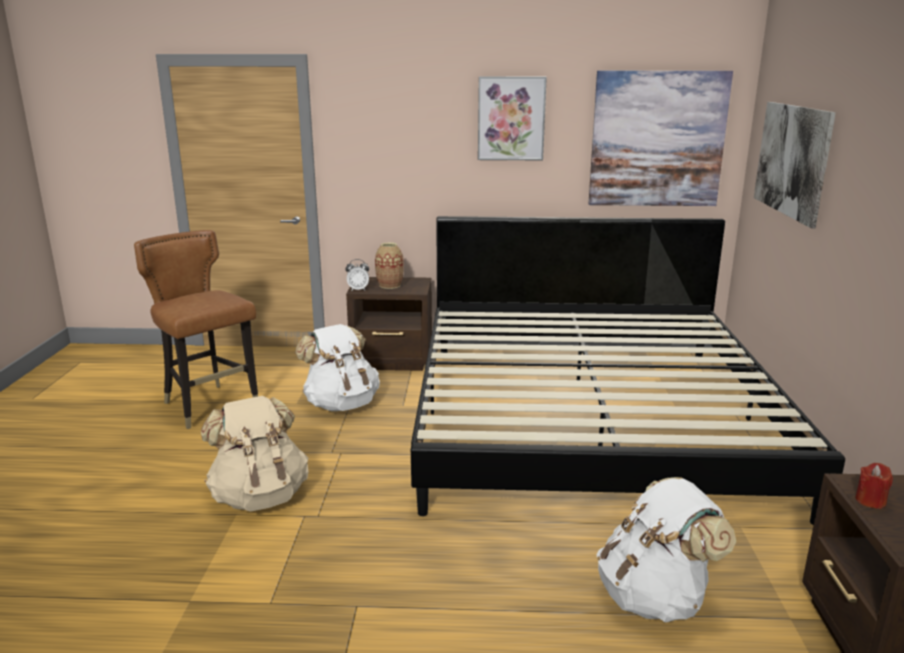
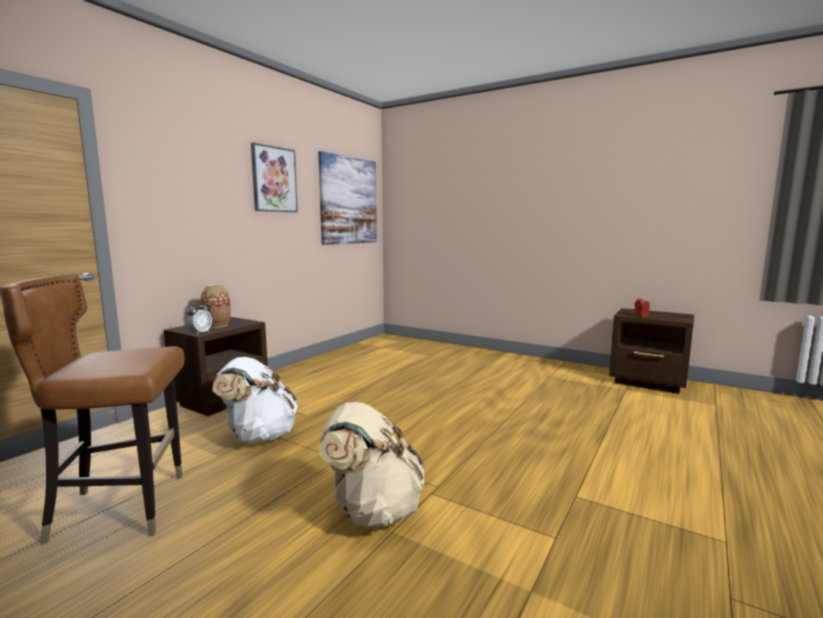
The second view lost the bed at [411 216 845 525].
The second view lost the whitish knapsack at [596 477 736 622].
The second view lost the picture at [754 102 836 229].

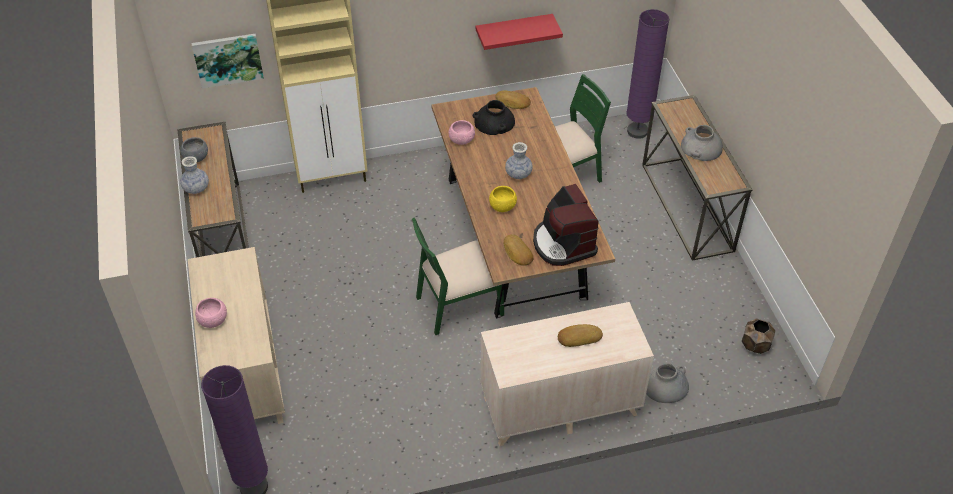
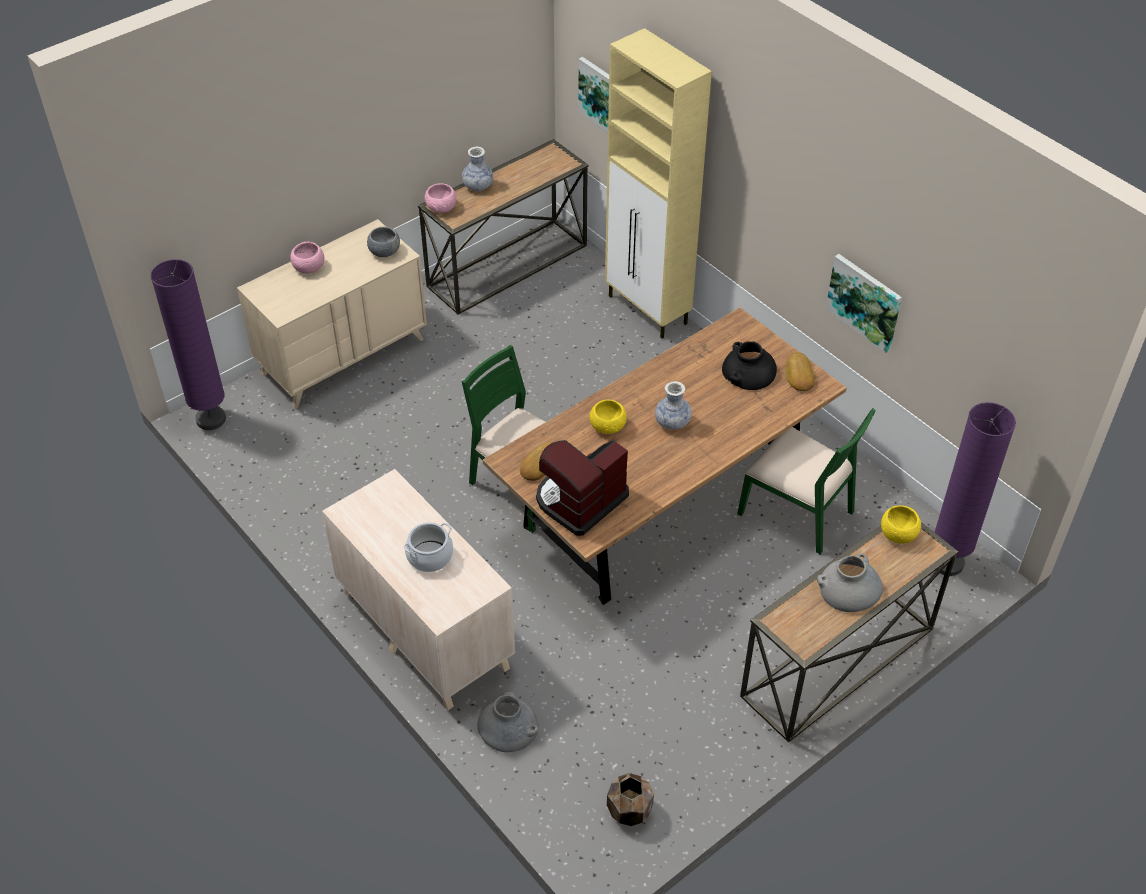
The second view gained the yellow serving bowl at [881 505 921 544].
The gray serving bowl ended up elsewhere, having gone from [180 137 208 162] to [367 227 400 257].
The pink serving bowl ended up elsewhere, having gone from [448 120 475 145] to [425 183 456 213].
Where the red wall shelf hung at [475 14 563 50], the picture came to hang at [825 254 902 353].
Where the bakery bread stood at [558 324 603 347], the saucepot came to stand at [404 522 453 572].

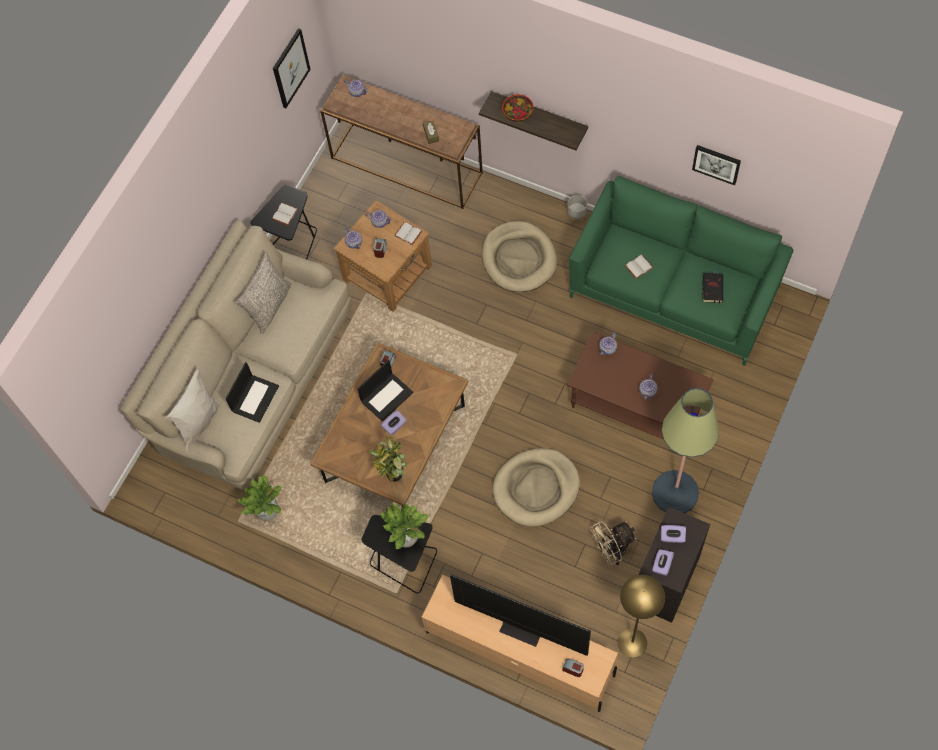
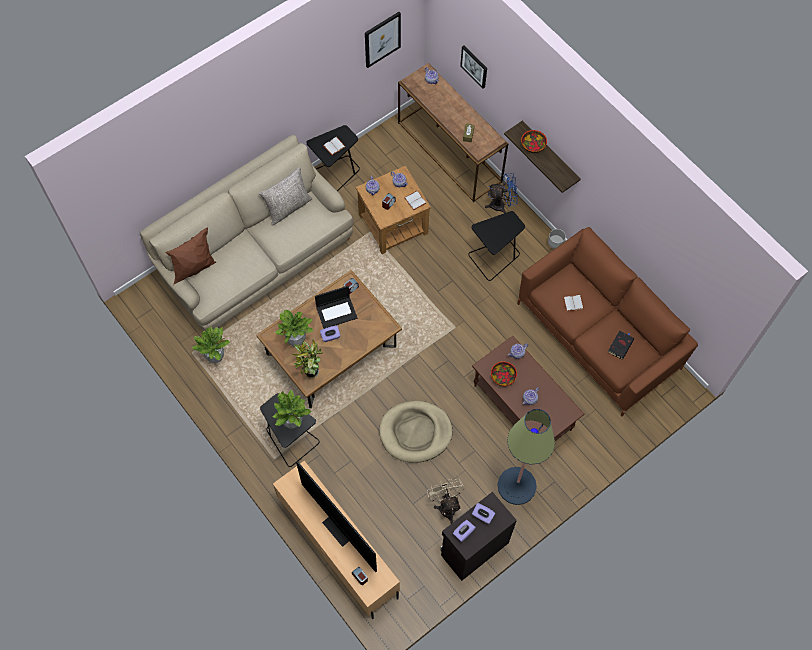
The second view lost the portable computer at [226 362 279 423].
The second view lost the yellow standard lamp at [617 575 665 658].
The second view gained the houseplant at [275 310 313 347].
The second view gained the bluish cooling fan at [485 173 519 213].
The second view gained the serving bowl at [491 361 517 386].
The picture ended up elsewhere, having gone from [692 145 741 185] to [460 45 487 88].
Where the beige-coloured dog bed stood at [482 221 557 292], the blackish side table came to stand at [468 211 525 281].
What was the whitish pillow at [165 368 221 453] turned into the brown-coloured pillow at [165 227 216 285].
What was the green-coloured sofa at [569 176 794 366] turned into the brown-coloured sofa at [517 227 698 416].
The beige-coloured cooling fan at [590 521 636 565] ended up facing another way, 75 degrees clockwise from before.

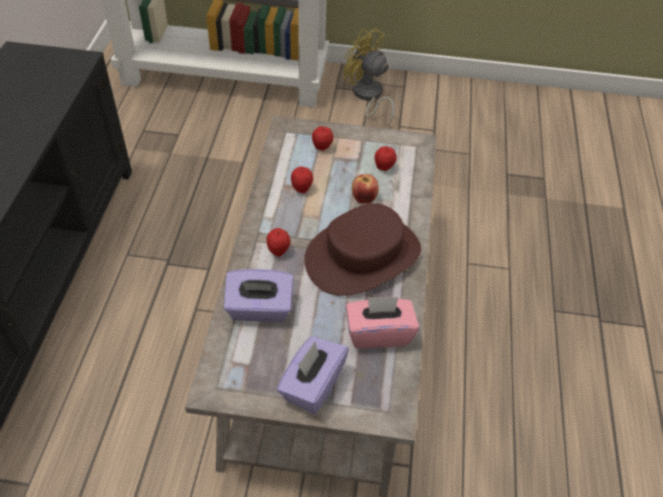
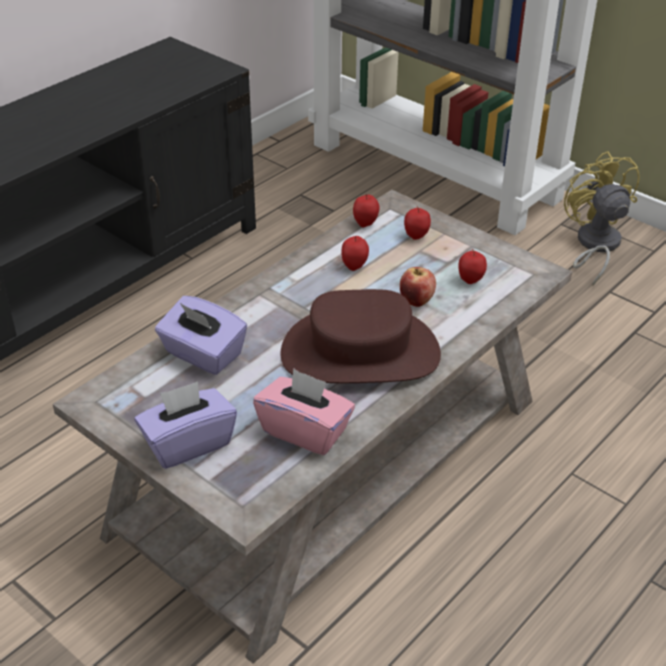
The apple ended up elsewhere, having gone from [267 228 290 257] to [353 194 380 227].

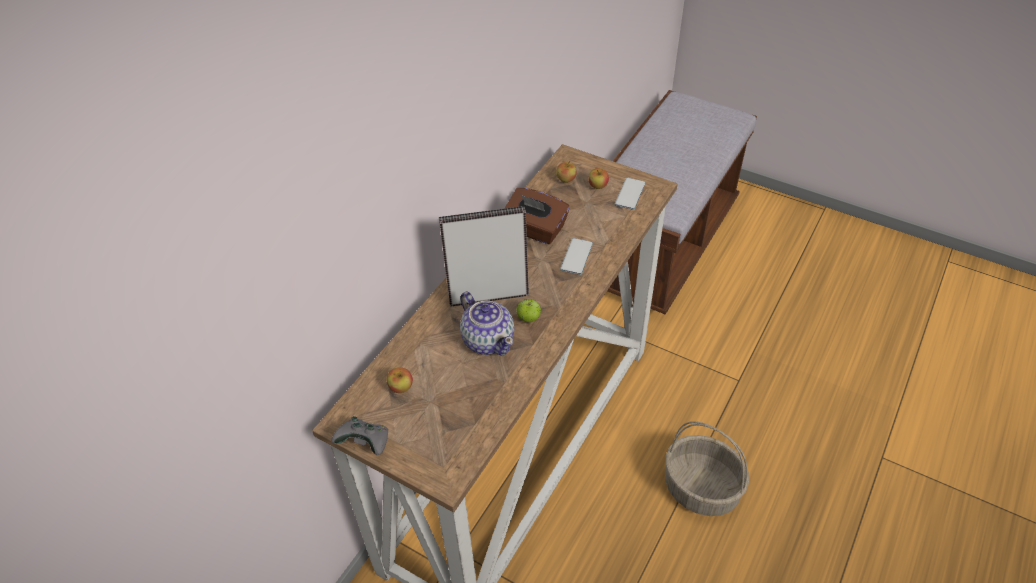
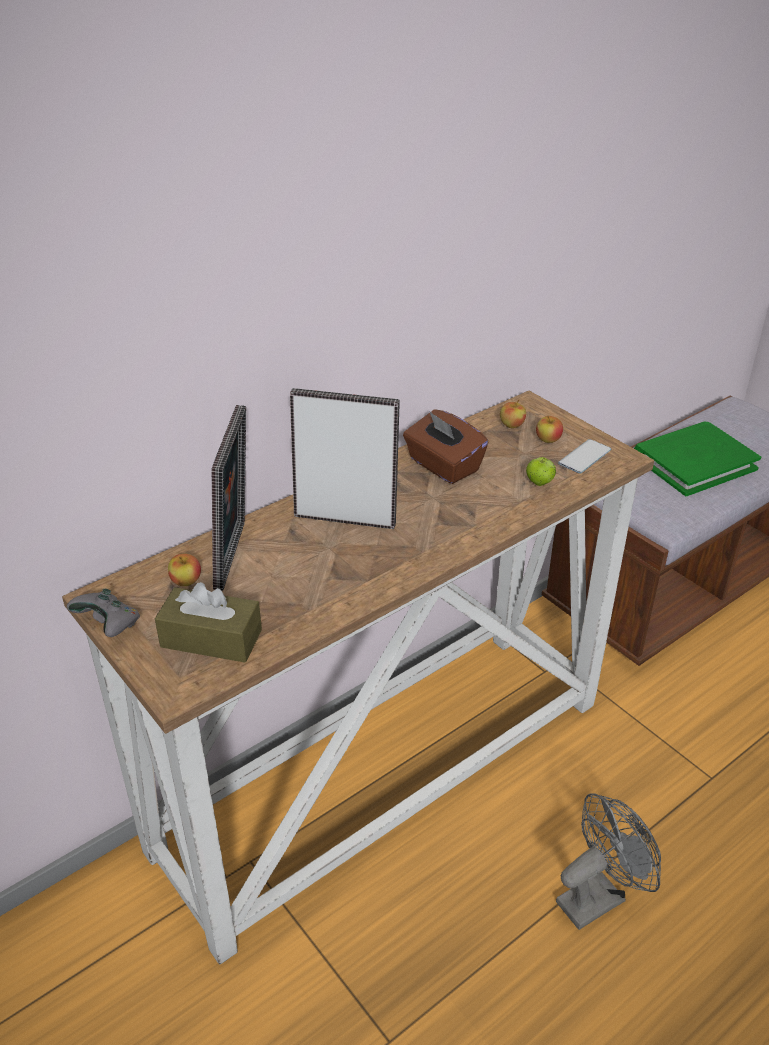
The second view lost the teapot at [460 292 514 356].
The second view lost the phone at [560 238 593 275].
The second view gained the brown-coloured box of tissues at [155 582 262 663].
The second view gained the photo frame at [211 405 246 591].
The second view gained the green-coloured book at [634 421 761 496].
The apple ended up elsewhere, having gone from [516 299 541 322] to [526 457 556 486].
Where the basket stood at [665 421 749 516], the gray cooling fan came to stand at [556 793 661 930].

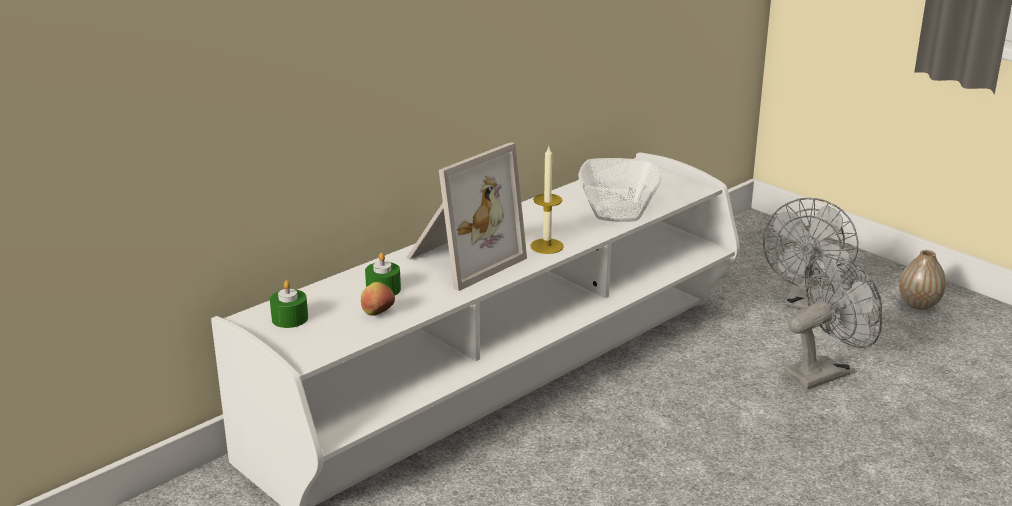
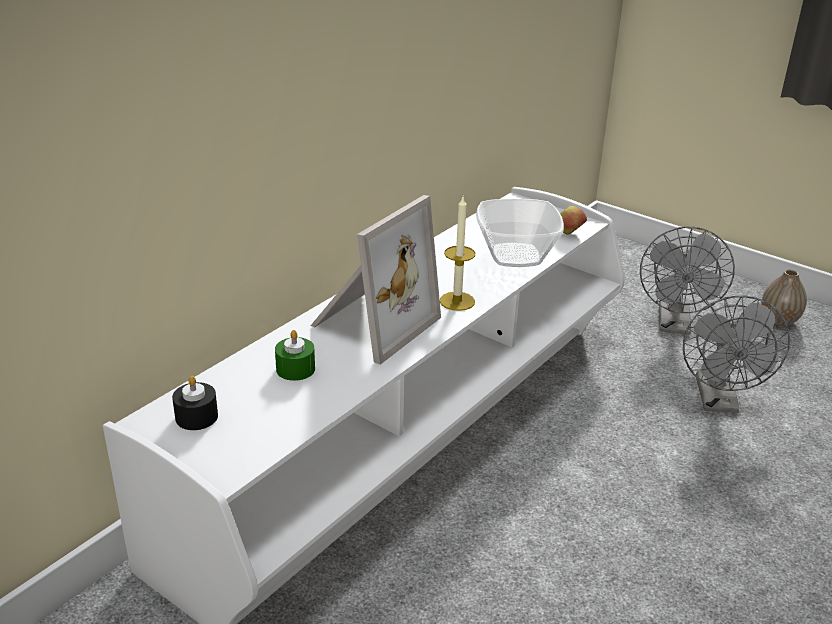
The apple ended up elsewhere, having gone from [361 282 395 316] to [560 206 587 235].
What was the green-coloured wax light at [270 280 308 328] turned into the blackish wax light at [172 376 218 430].
The gray cooling fan at [784 253 882 390] ended up facing another way, 135 degrees clockwise from before.

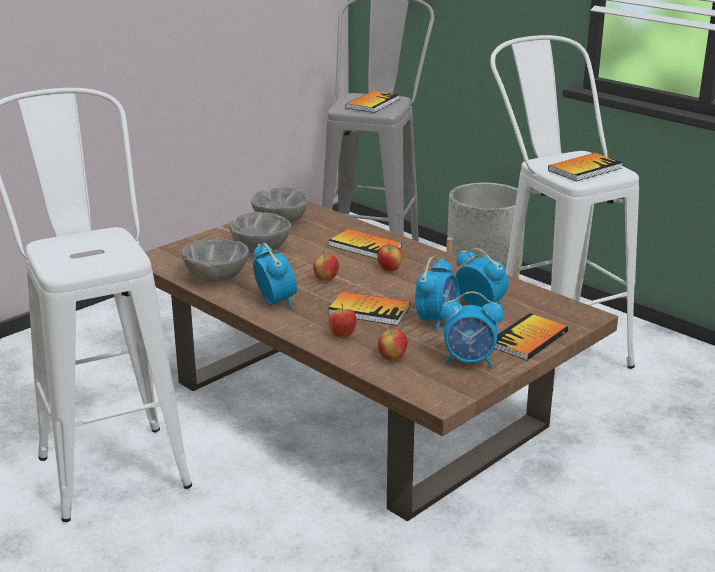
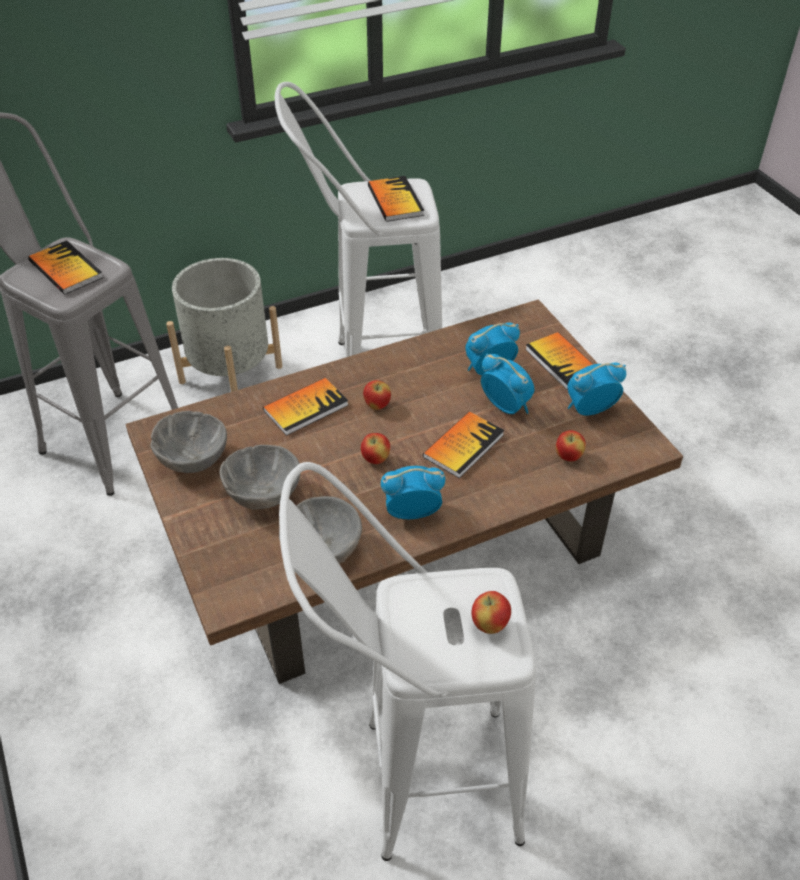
The apple ended up elsewhere, having gone from [328 304 357 338] to [471 591 511 634].
The table clock at [441 291 503 367] ended up facing another way, 135 degrees counterclockwise from before.

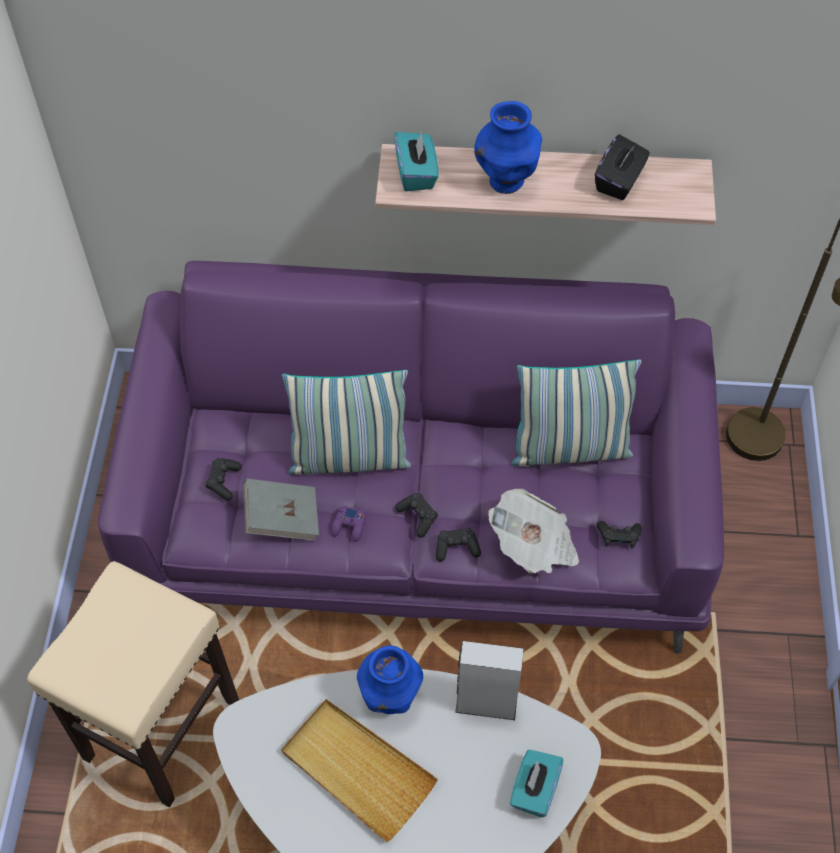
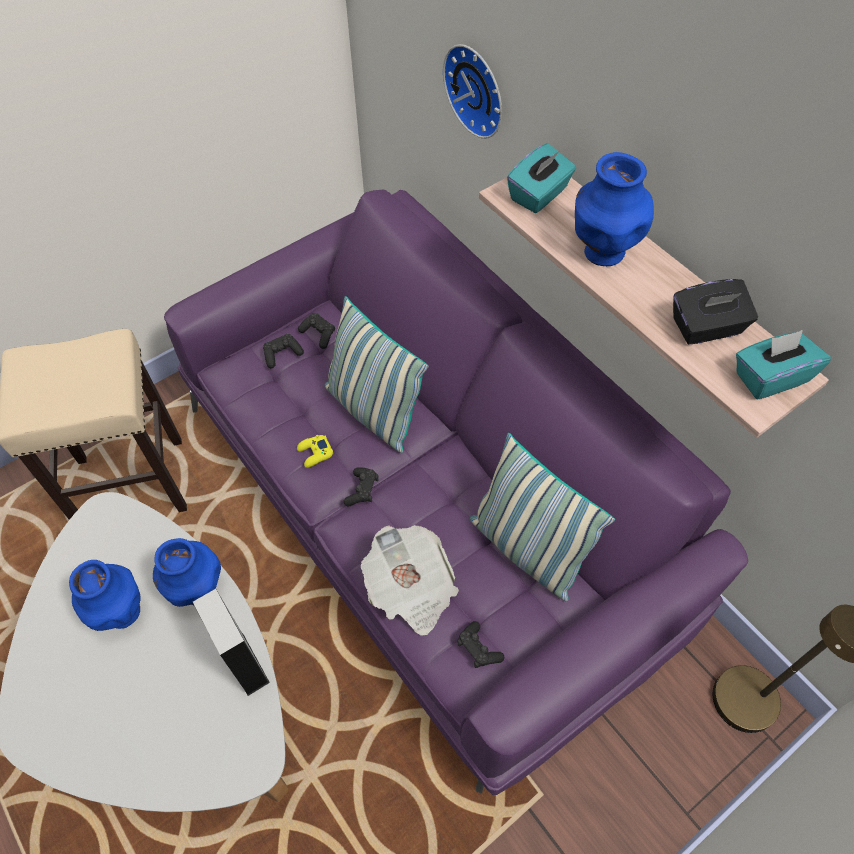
The second view lost the gray book at [243 478 319 541].
The second view gained the hanging clock at [443 44 502 139].
The blackish game controller ended up elsewhere, having gone from [436 528 481 562] to [298 313 335 349].
The turquoise box of tissues ended up elsewhere, having gone from [510 749 564 817] to [736 330 831 399].
Where the beige-coloured carrying tray stood at [281 699 438 843], the bluish decorative vase came to stand at [69 560 141 631].
What was the purple game controller at [331 506 366 542] turned into the yellow game controller at [297 435 333 468].

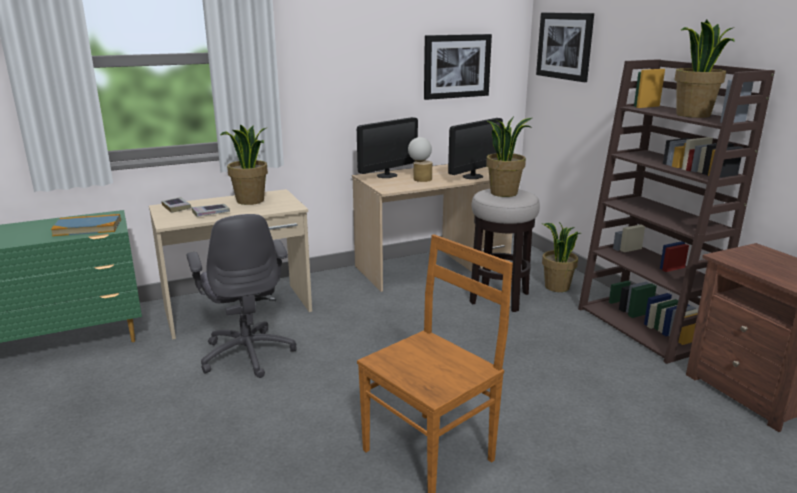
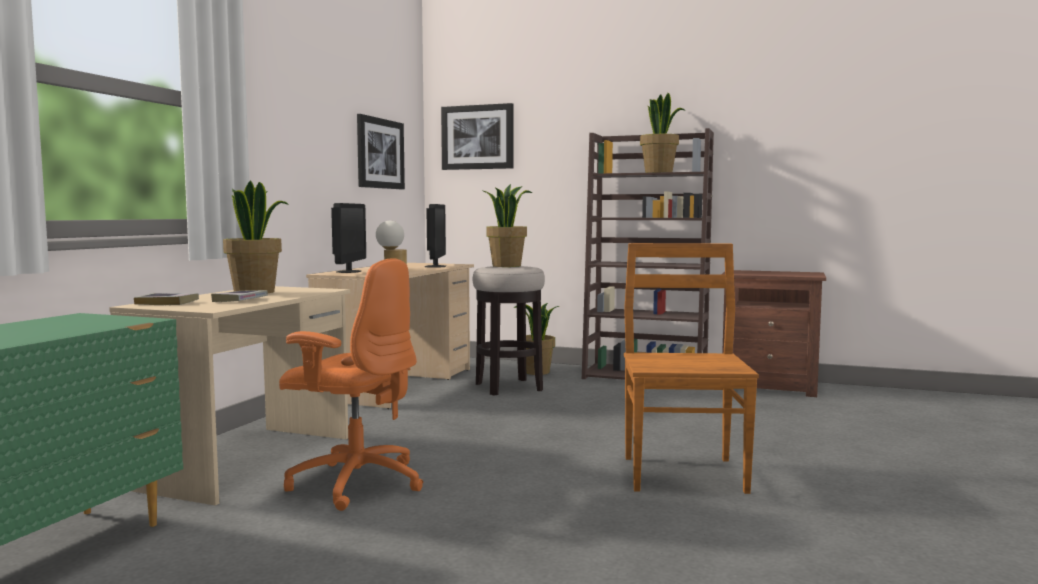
The second view lost the book at [51 214 121 236].
What was the gray desk chair at [186 214 296 378] turned into the orange desk chair at [279 258 423 511].

